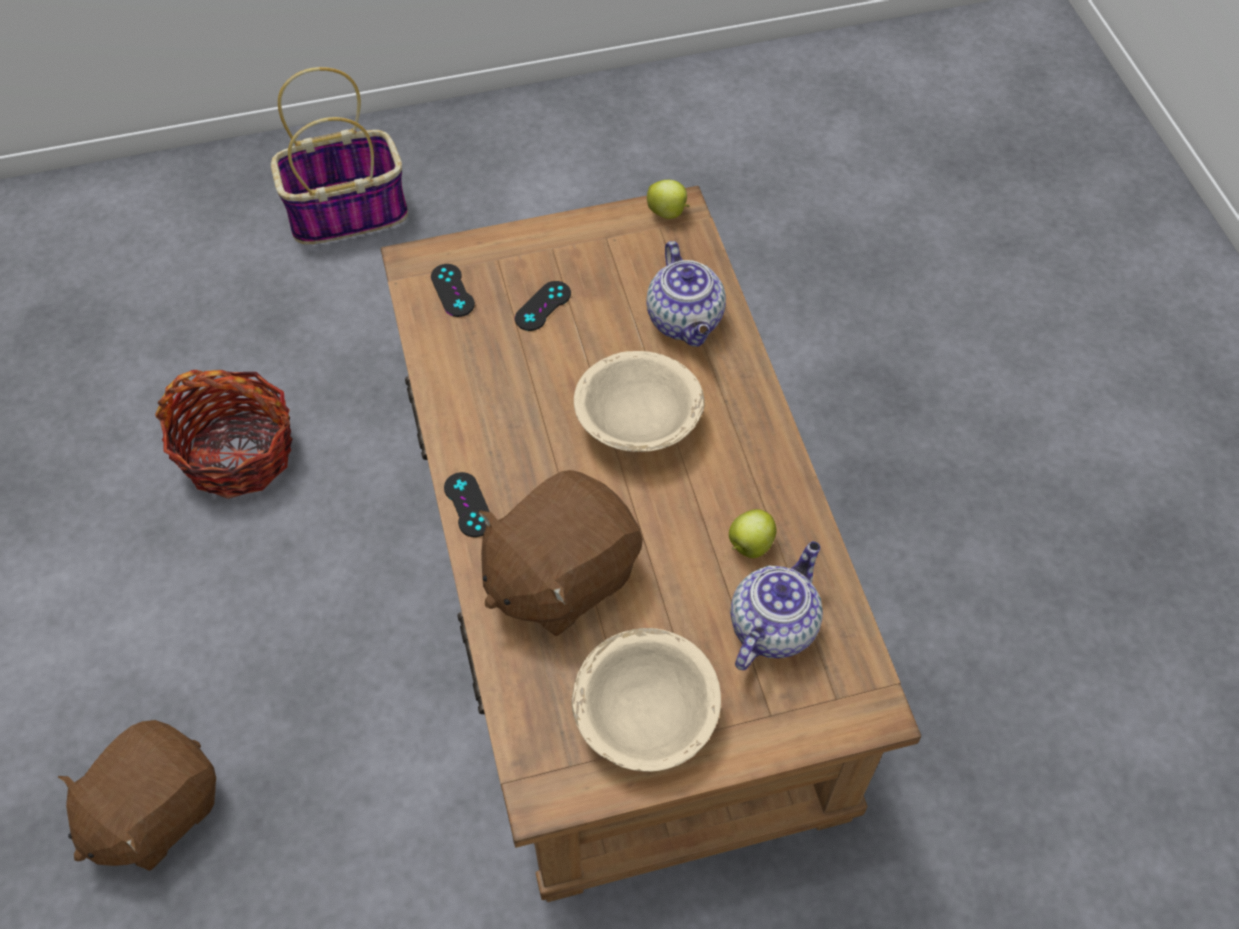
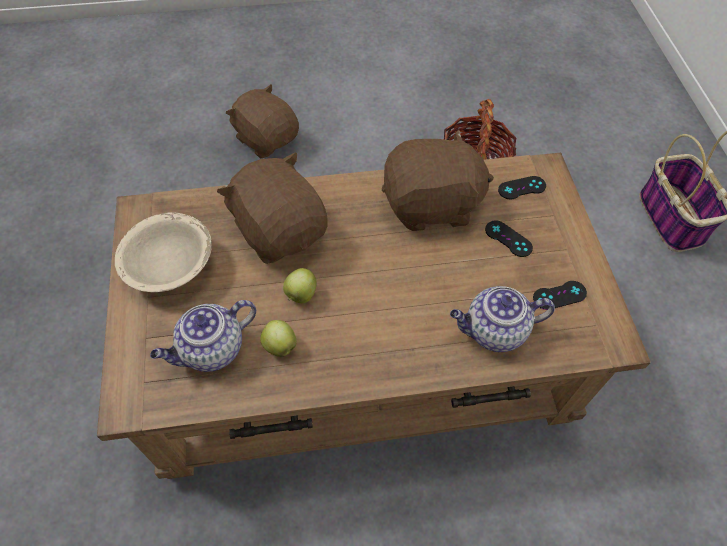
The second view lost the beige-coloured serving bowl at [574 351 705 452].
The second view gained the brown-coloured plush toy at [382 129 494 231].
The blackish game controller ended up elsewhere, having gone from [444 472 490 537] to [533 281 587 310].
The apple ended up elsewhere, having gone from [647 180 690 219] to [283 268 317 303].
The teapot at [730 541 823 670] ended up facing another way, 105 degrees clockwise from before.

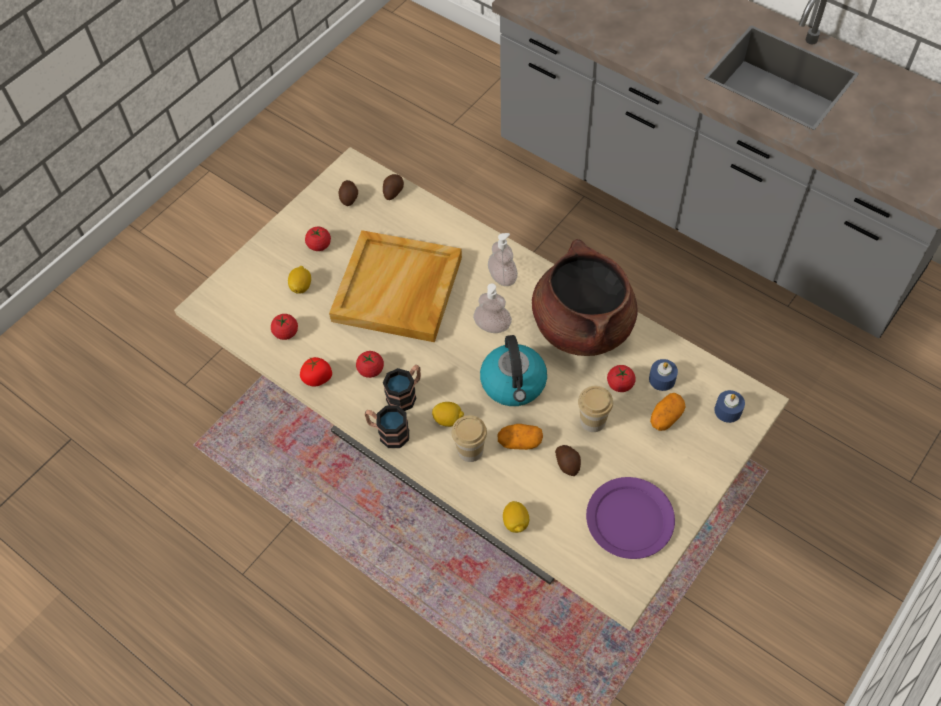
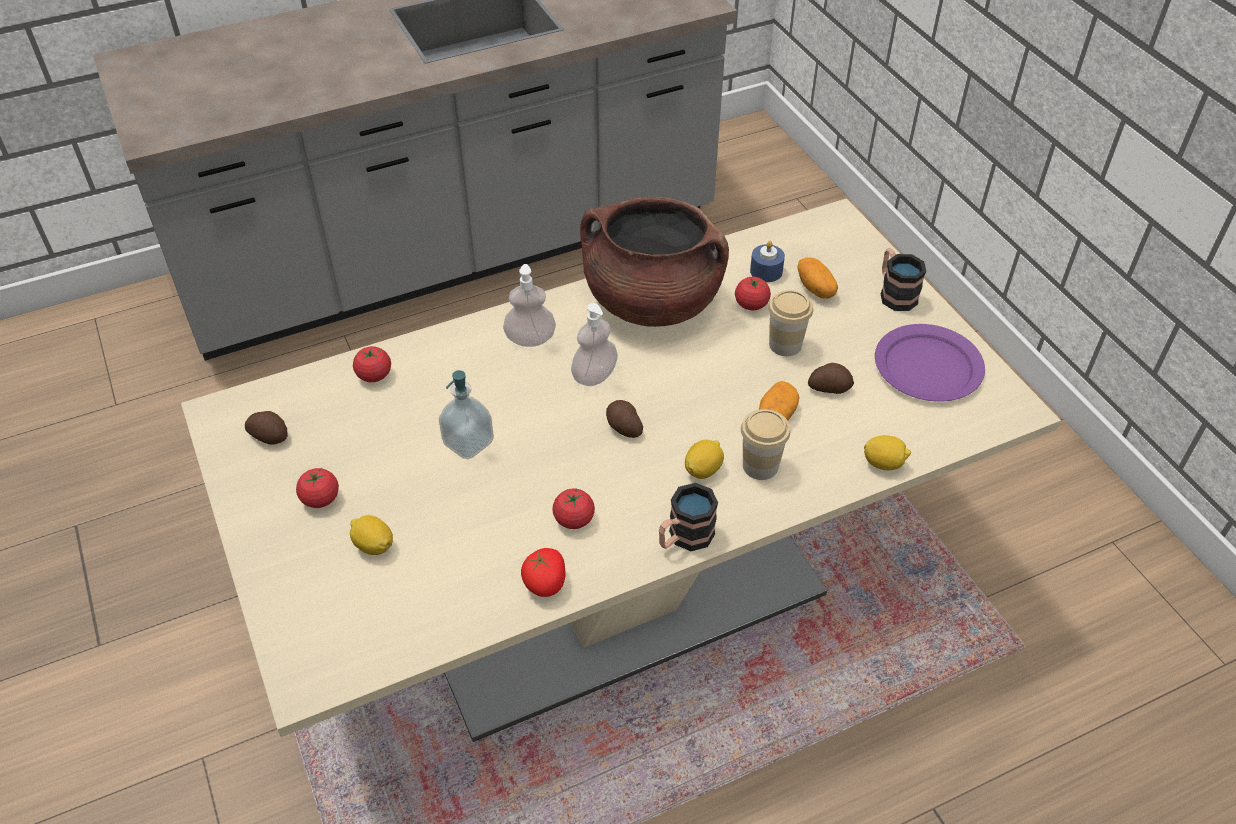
The second view lost the water kettle at [480 335 547 406].
The second view lost the bluish wax light at [714 390 745 423].
The whole tomato ended up elsewhere, having gone from [271 314 298 340] to [353 346 391 382].
The whole potato ended up elsewhere, having gone from [383 174 404 200] to [606 400 643 438].
The tea mug ended up elsewhere, having gone from [383 365 421 411] to [881 248 926 311].
Where the beige-coloured carrying tray stood at [329 230 462 342], the soap dispenser came to stand at [439 370 494 459].

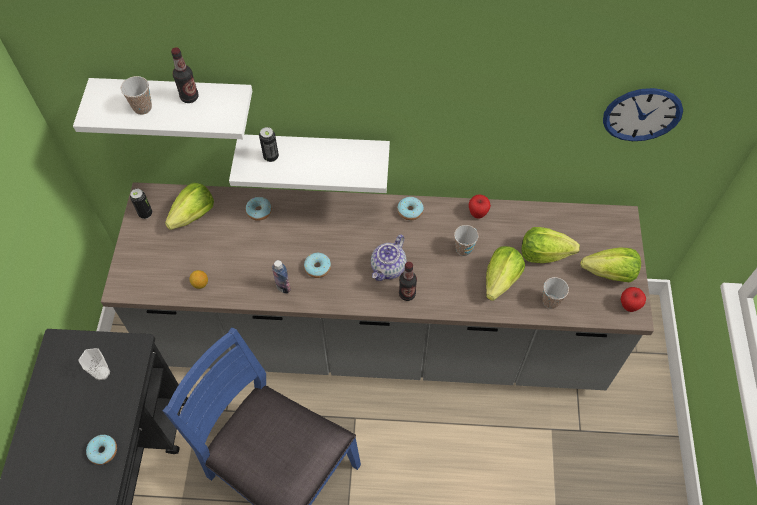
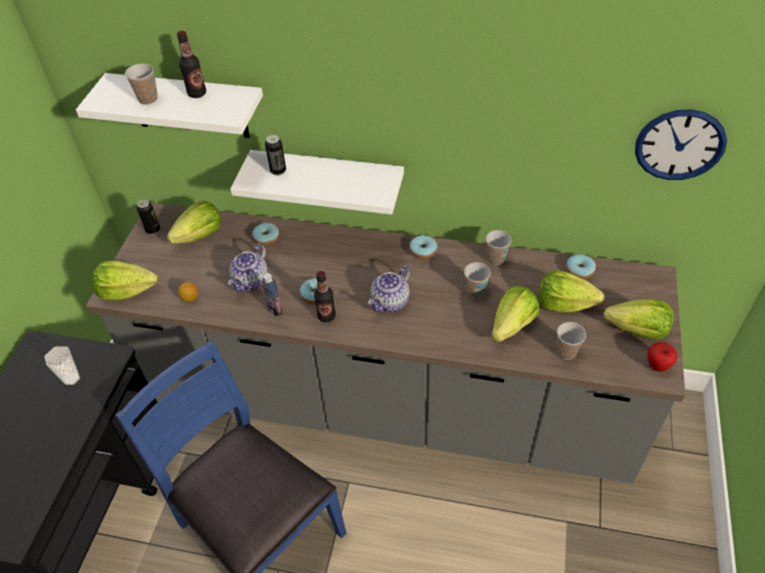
The second view gained the head of lettuce at [92 261 158 300].
The second view gained the teapot at [228 243 268 291].
The doughnut ended up elsewhere, having gone from [86 435 117 465] to [566 254 596 279].
The bottle ended up elsewhere, having gone from [399 262 417 301] to [314 271 336 322].
Where the apple stood at [469 195 491 219], the drinking cup came to stand at [486 230 512 265].

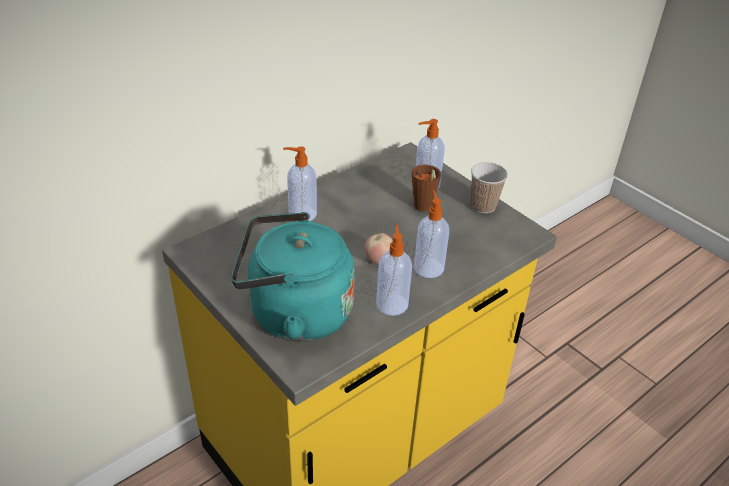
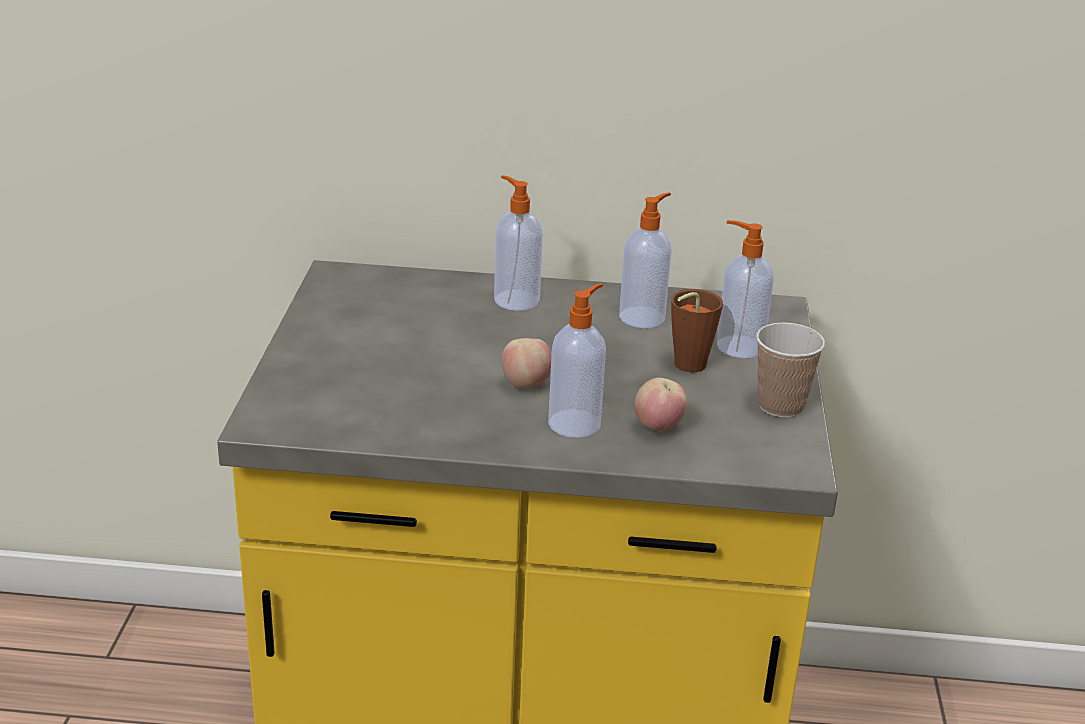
The second view lost the turquoise water kettle at [231 212 355 342].
The second view gained the apple at [634 378 687 431].
The soap dispenser ended up elsewhere, having gone from [376 224 412 316] to [619 192 672 328].

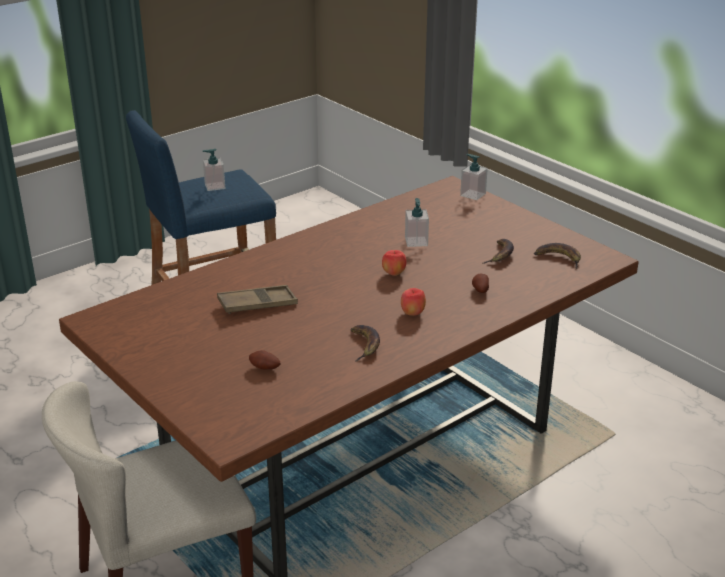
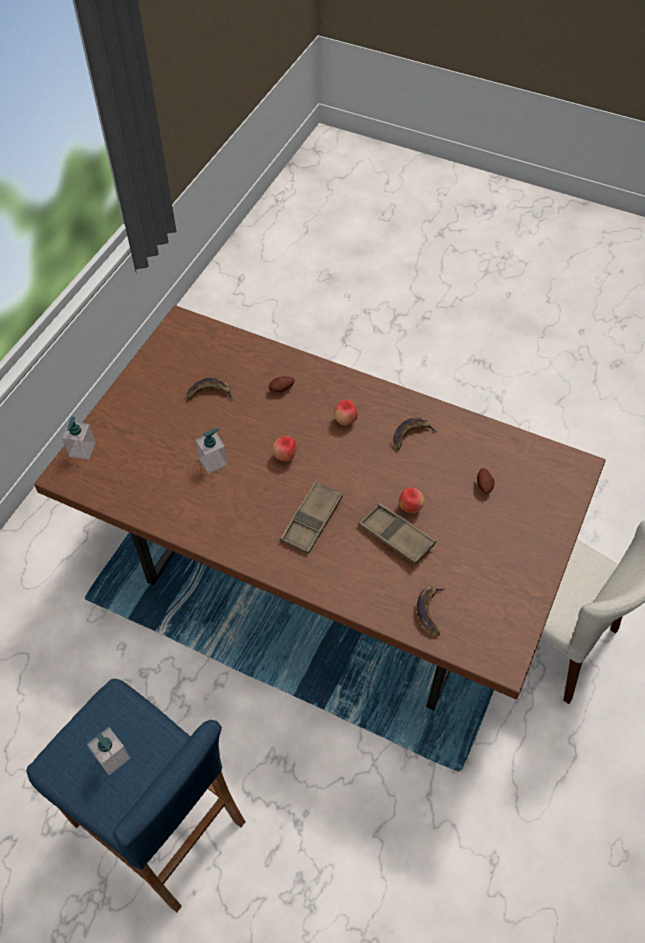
The second view gained the brown-coloured carrying tray at [280 481 343 554].
The second view gained the apple at [399 487 425 513].
The banana fruit ended up elsewhere, having gone from [534 243 581 269] to [417 586 446 636].

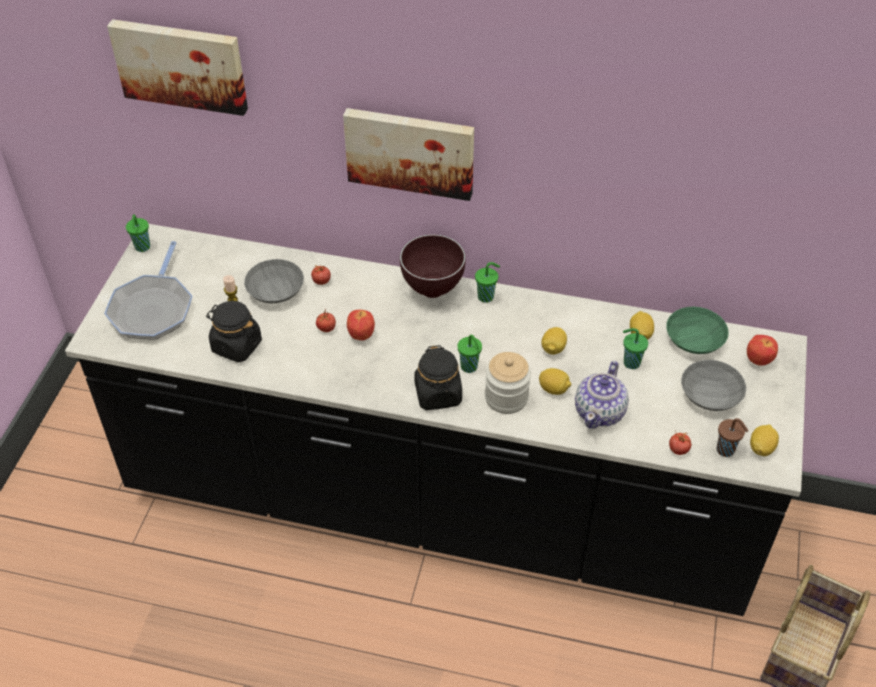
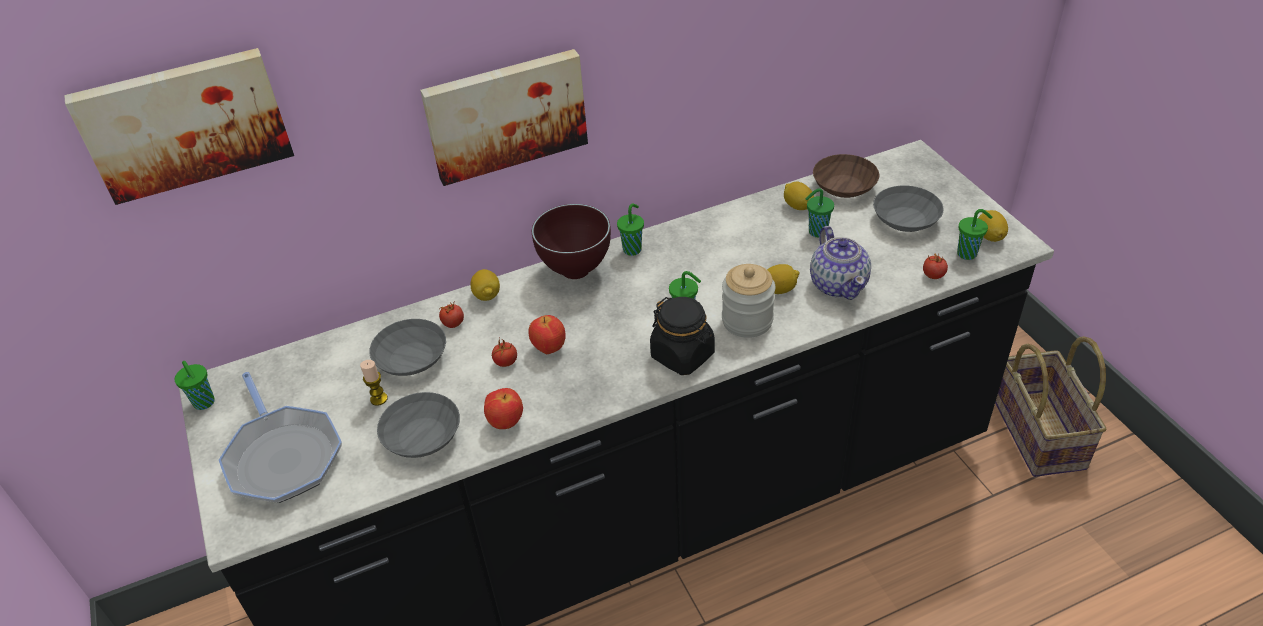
The lemon ended up elsewhere, having gone from [541 327 567 355] to [471 269 500 301].
The apple ended up elsewhere, having gone from [747 335 778 366] to [484 388 523 429].
Where the blackish jar stood at [206 301 262 362], the gray serving bowl came to stand at [377 392 460 458].
What was the green-coloured serving bowl at [666 307 729 354] turned into the brown-coloured serving bowl at [813 154 879 198].
What was the brown-coloured drinking cup at [717 418 748 457] turned into the green-coloured drinking cup at [957 209 992 260].

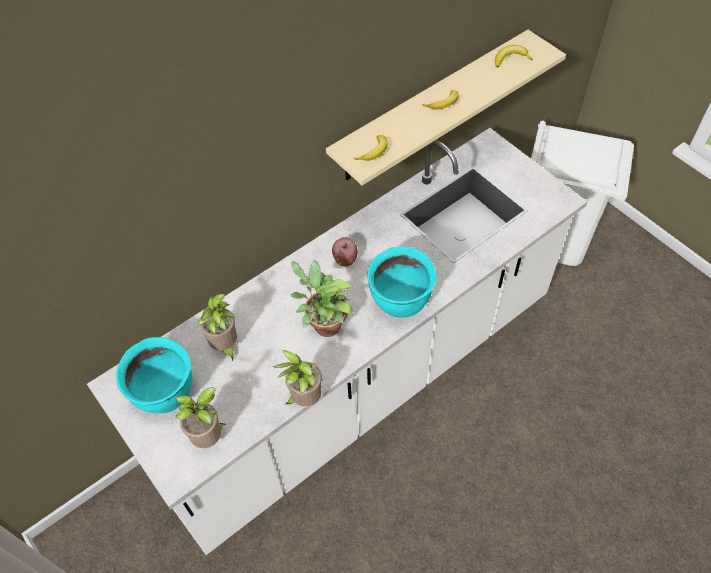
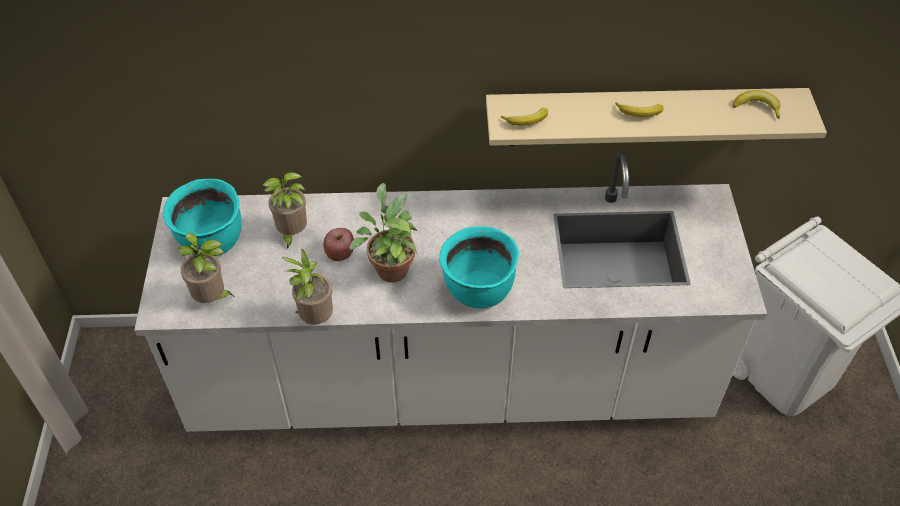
The apple ended up elsewhere, having gone from [332 237 358 267] to [324 228 354 261].

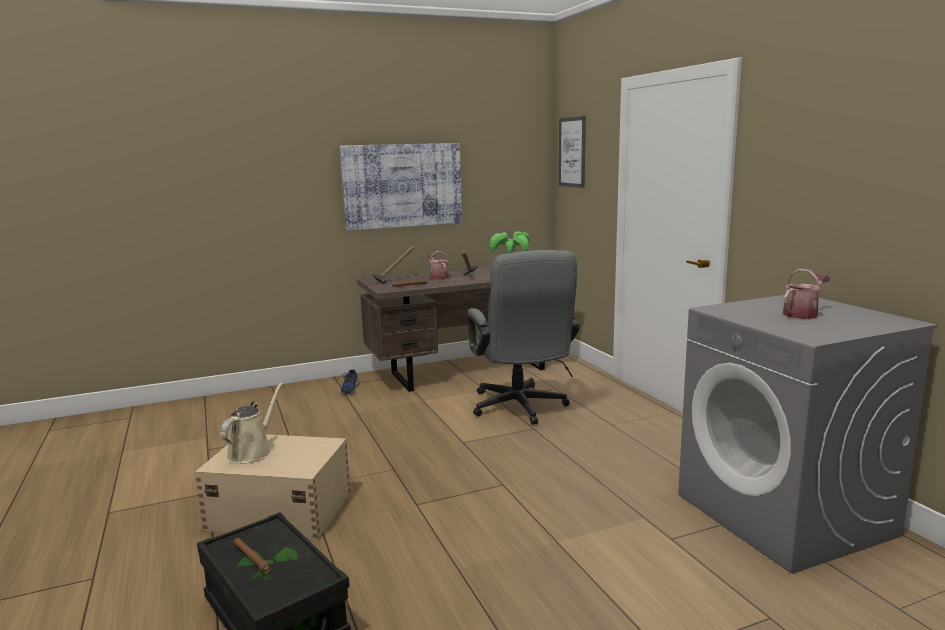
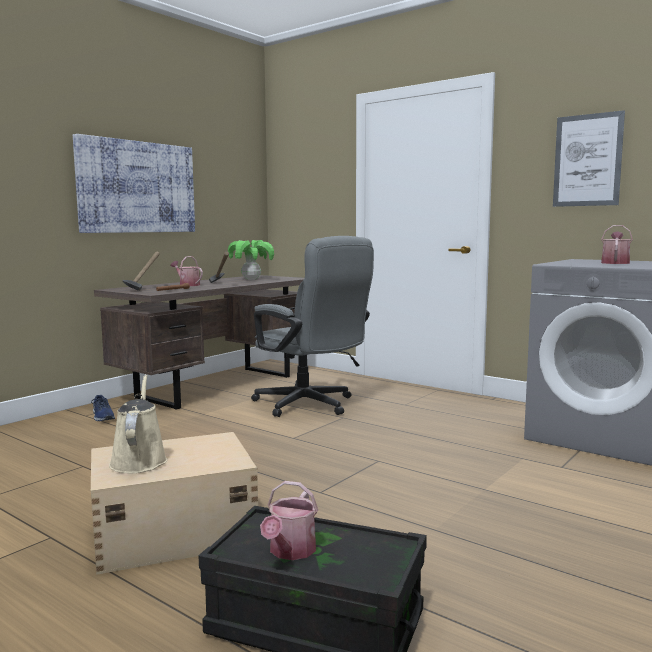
The picture ended up elsewhere, having gone from [559 116 586 188] to [553 110 625 207].
Where the brown-coloured flashlight stood at [234 538 272 574], the sprinkling can came to stand at [260 481 318 560].

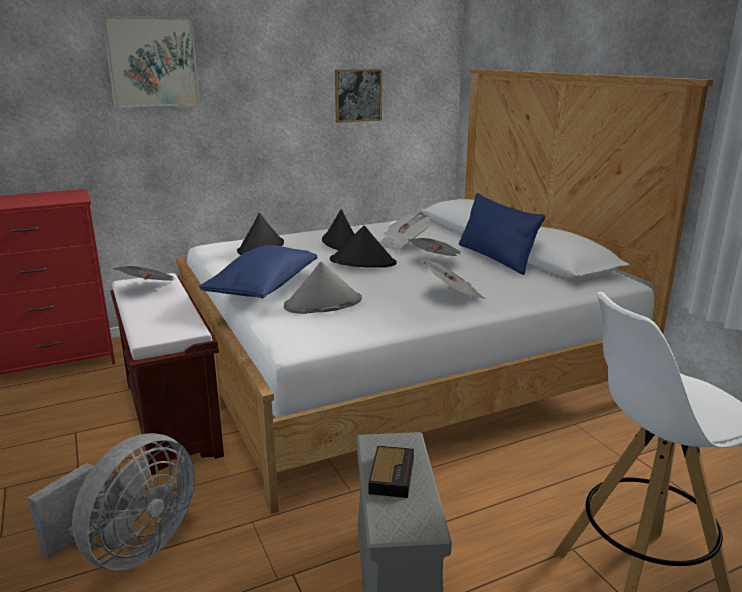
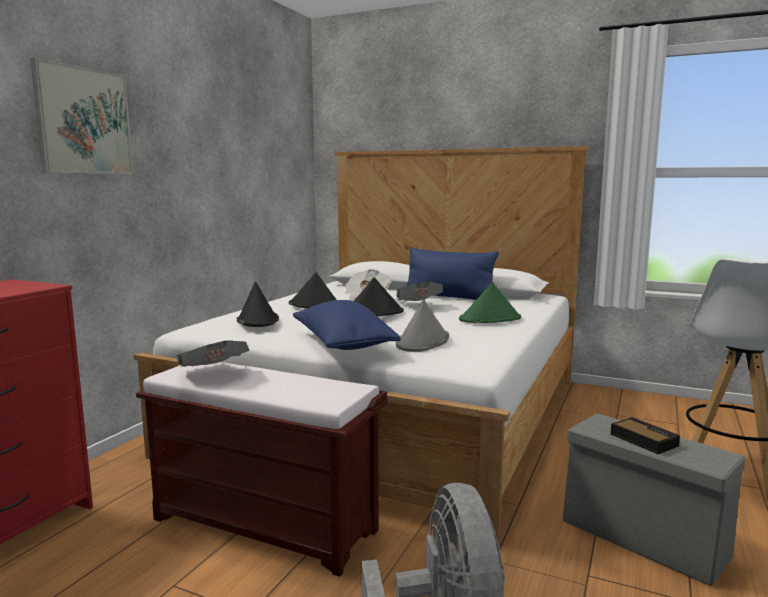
The second view lost the picture at [335 69 382 123].
Where the daily paper stood at [420 260 486 299], the green-coloured wearable hat came to stand at [459 282 521 323].

